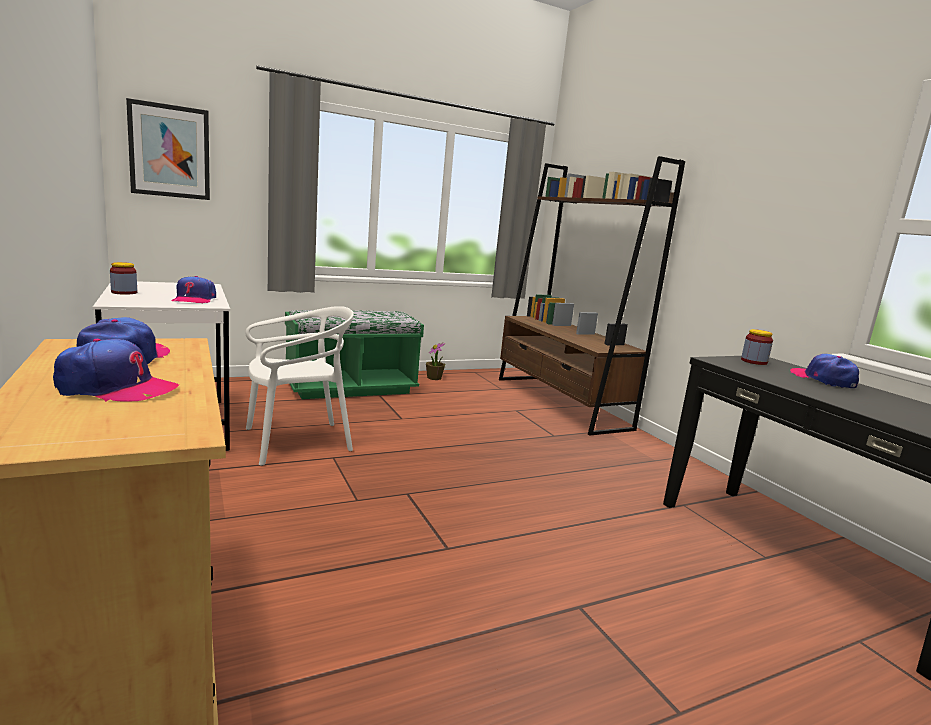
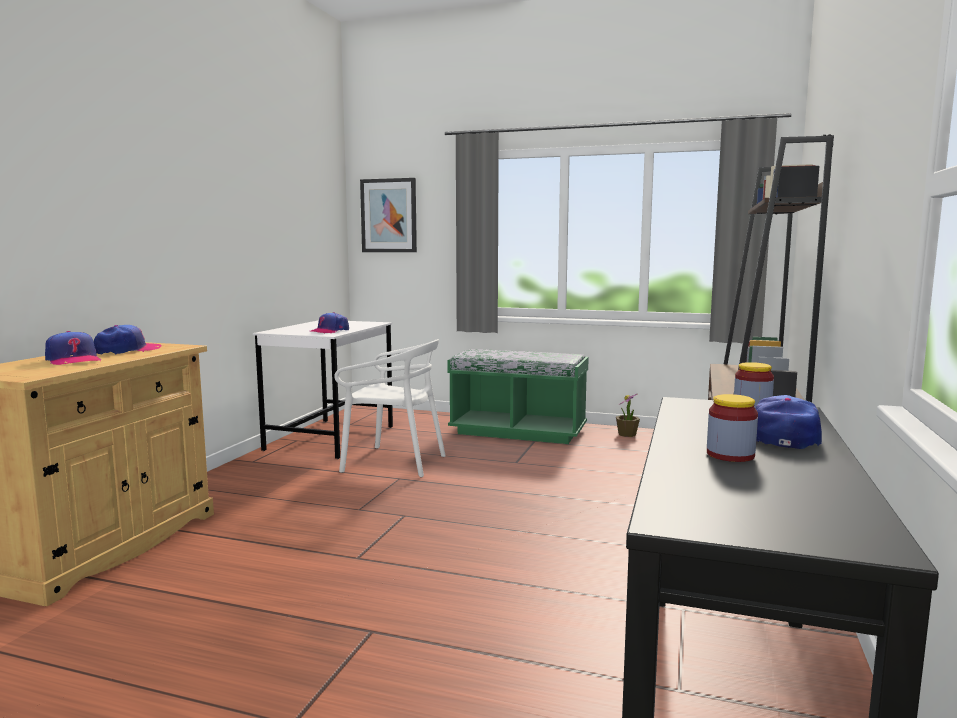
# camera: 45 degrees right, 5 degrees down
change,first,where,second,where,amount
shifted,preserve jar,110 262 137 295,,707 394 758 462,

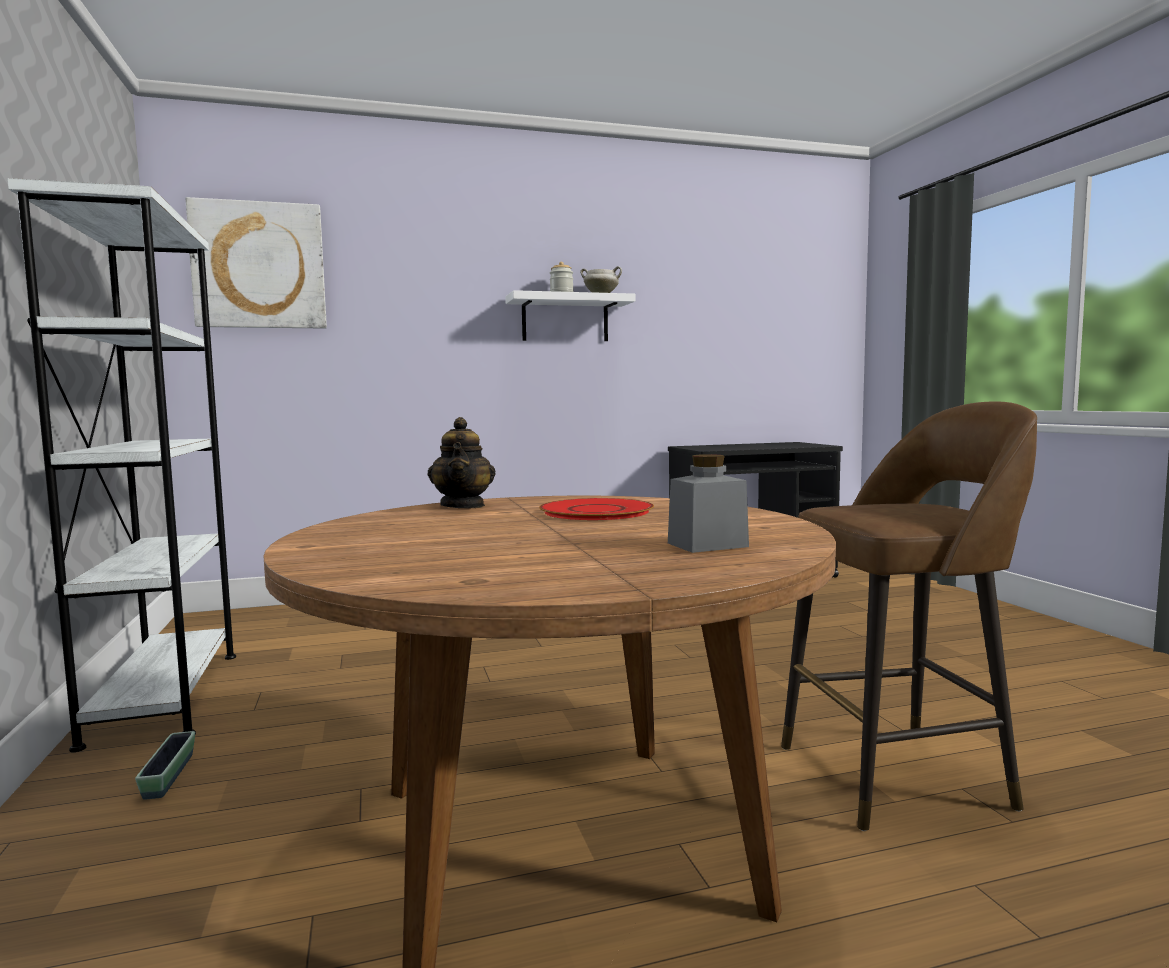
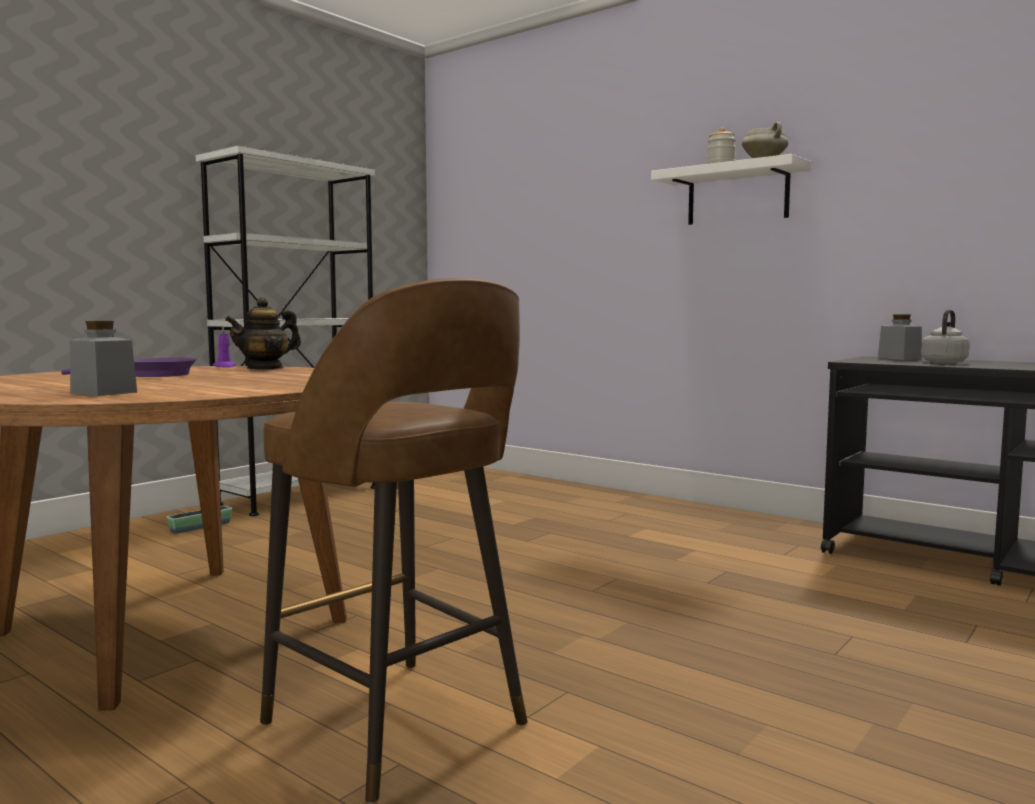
# camera: 55 degrees right, 0 degrees up
change,first,where,second,where,amount
gone,wall picture,185 197 327 329,,,
gone,flat dish (red),539 498 654 520,,,
new,,,water kettle (gray),921 310 970 364,
new,,,preserve jar (gray),878 314 922 360,
new,,,wax candle (purple-coloured),212 327 236 368,
new,,,skillet (purple-coloured),61 358 197 377,

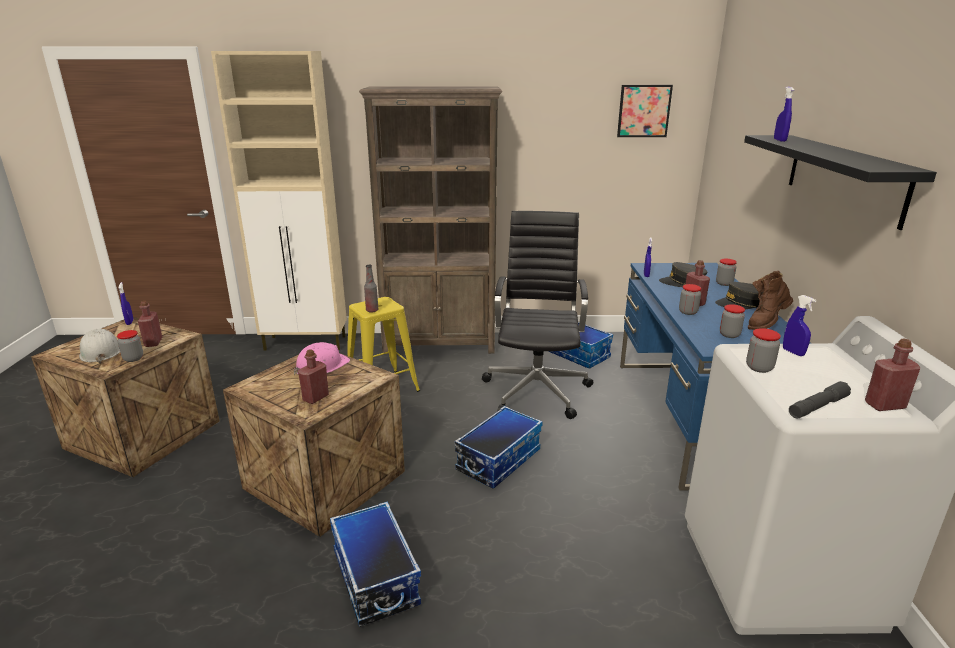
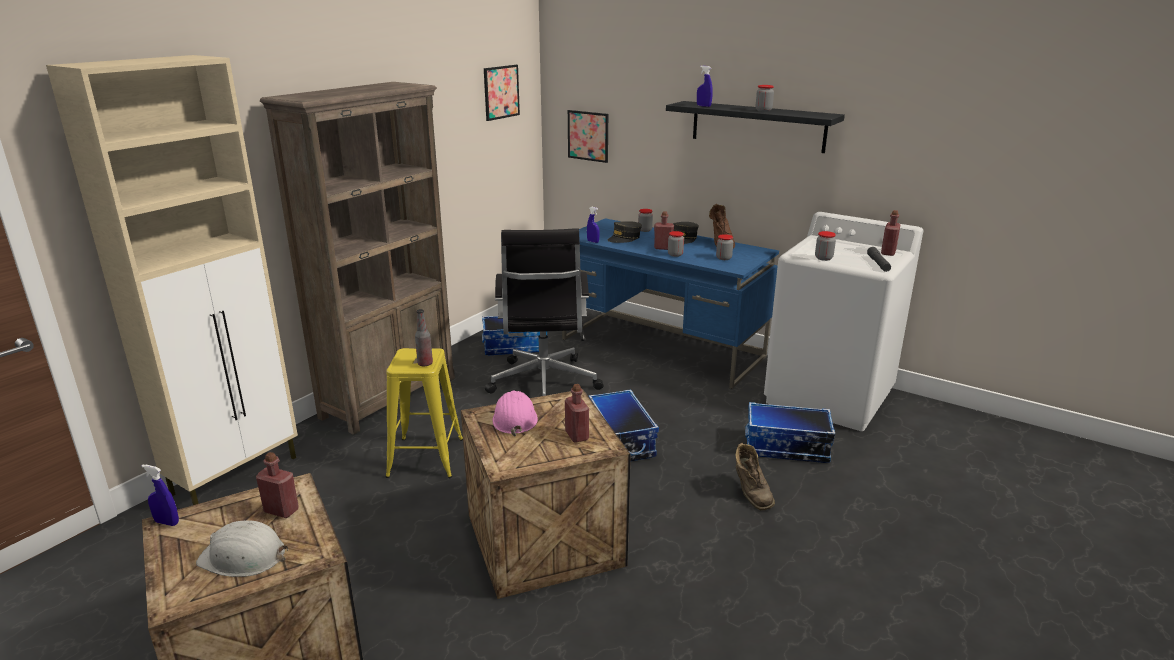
# camera: 55 degrees left, 0 degrees up
change,first,where,second,where,amount
rotated,desk chair (blackish),482 211 593 419,,485 229 603 396,135 degrees counterclockwise
gone,spray bottle (blue-coloured),783 295 816 356,,,
shifted,preserve jar,117 330 143 362,,756 85 774 112,
shifted,storage box,330 502 421 627,,745 402 835 463,
new,,,wall picture,568 110 608 163,
new,,,tall boot (brownish),735 443 775 510,

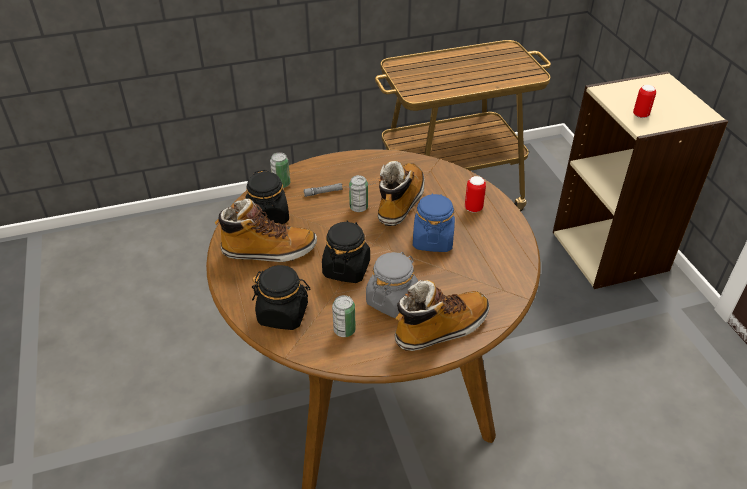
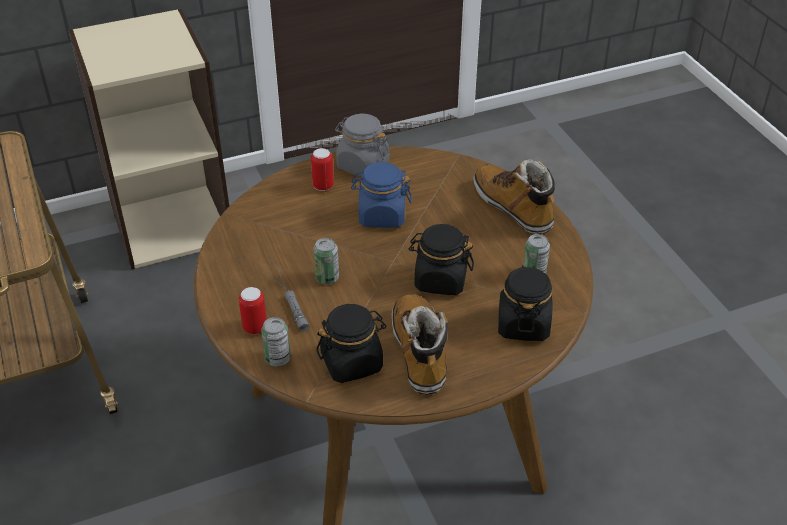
# camera: 95 degrees left, 0 degrees up
change,first,where,second,where,amount
shifted,metal can,633 85 656 118,,239 287 267 334,
gone,tall boot,378 161 424 226,,,
shifted,preserve jar (gray),366 252 418 318,,335 114 389 177,

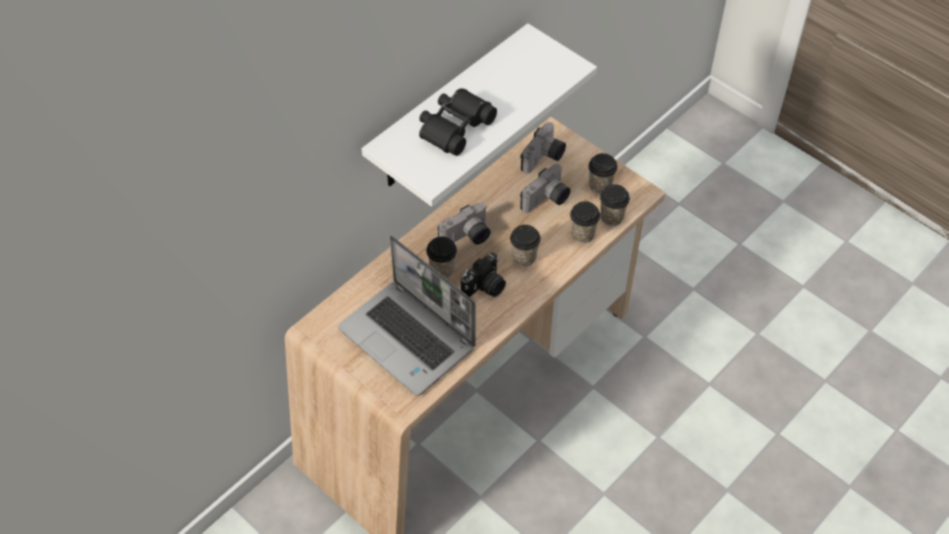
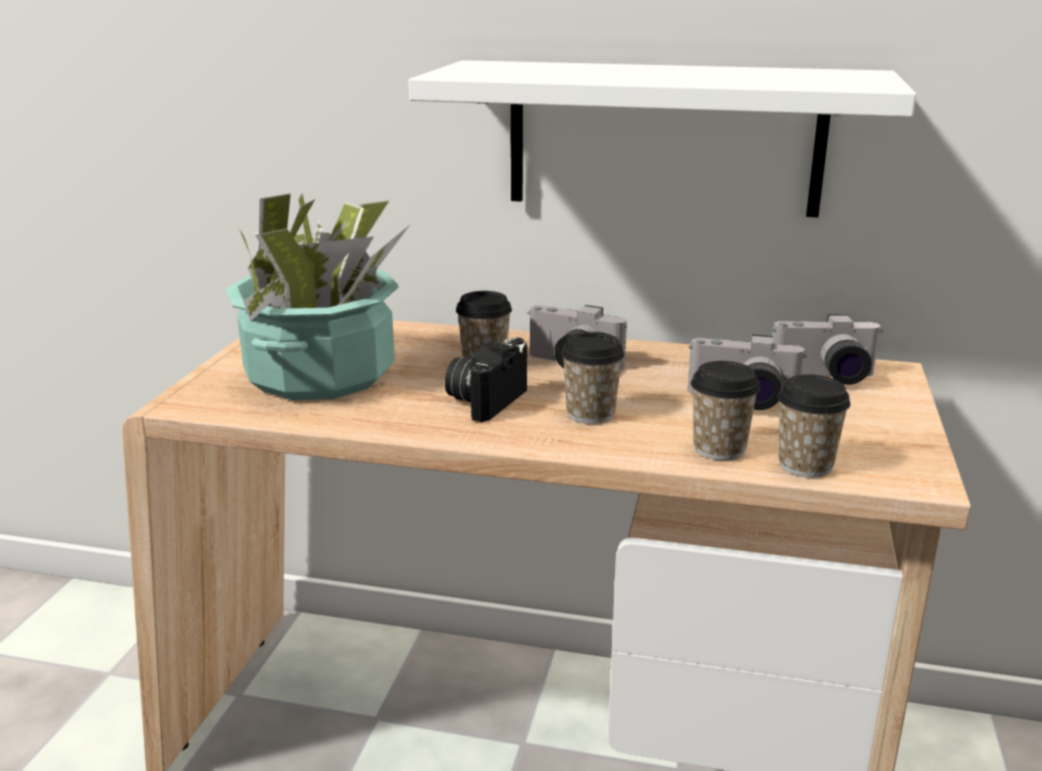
# camera: 60 degrees right, 30 degrees down
change,first,where,second,where,amount
gone,pair of binoculars (blackish),419 88 497 156,,,
gone,drinking cup,588 153 618 194,,,
swapped,laptop,338 235 475 396,houseplant,226 193 410 400,
rotated,still camera,461 252 506 297,,445 338 527 422,105 degrees clockwise

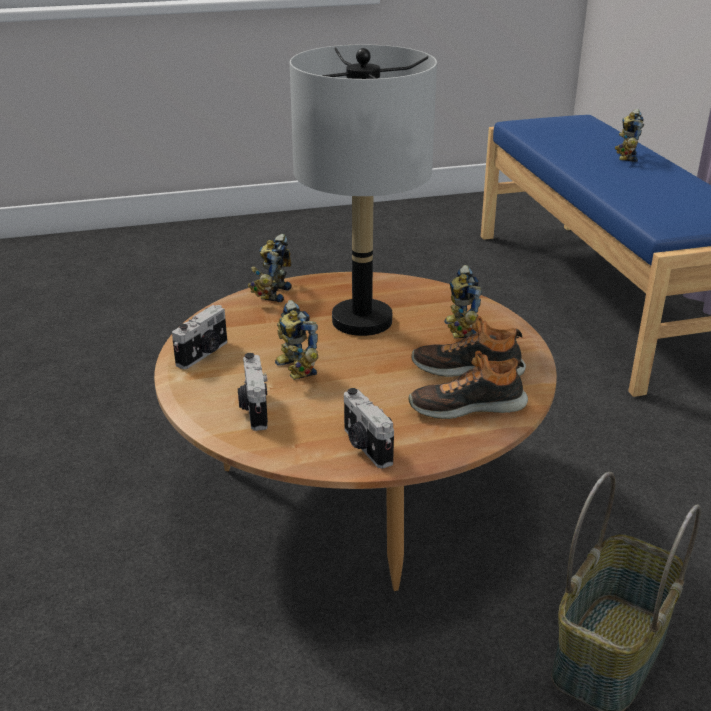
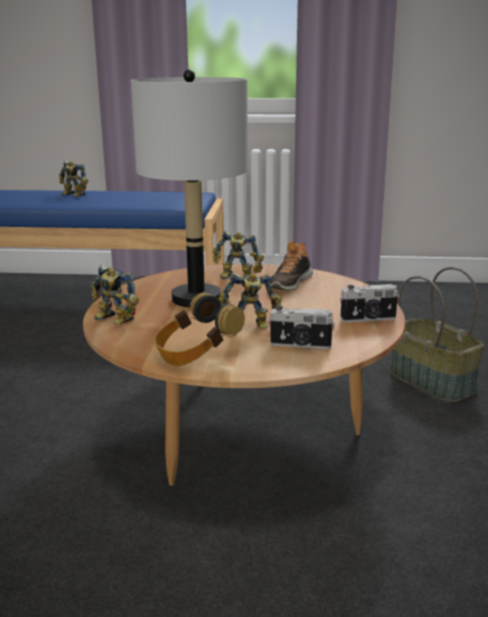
# camera: 70 degrees left, 10 degrees down
change,first,where,second,where,amount
swapped,still camera,172 305 227 369,pair of headphones,154 292 245 366,
gone,shoe,409 351 528 419,,,

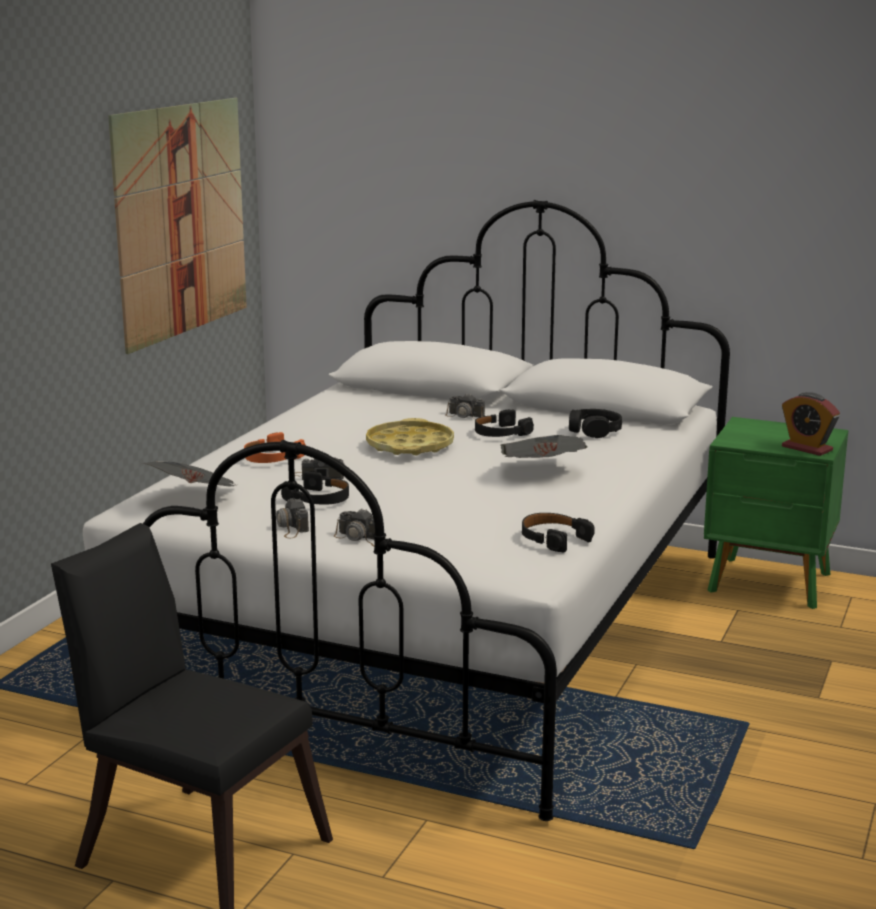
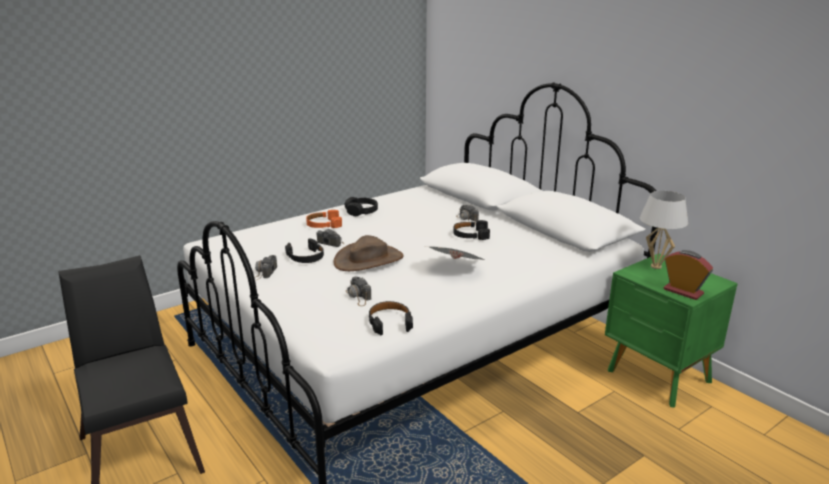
# camera: 30 degrees right, 5 degrees up
change,first,where,second,where,amount
gone,wall picture,108 98 247 354,,,
rotated,bedside clock,782 392 840 456,,663 250 713 300,150 degrees clockwise
shifted,pair of headphones (blackish),569 409 622 438,,345 197 378 216,
gone,serving tray (yellow),366 418 454 455,,,
gone,newspaper,142 461 237 486,,,
shifted,still camera,334 509 375 547,,346 276 372 306,
new,,,table lamp (white-coloured),640 191 688 269,
new,,,wearable hat (brownish),333 235 404 271,

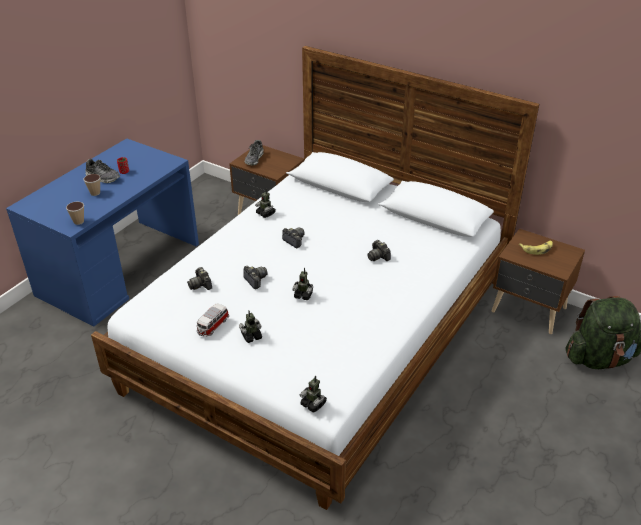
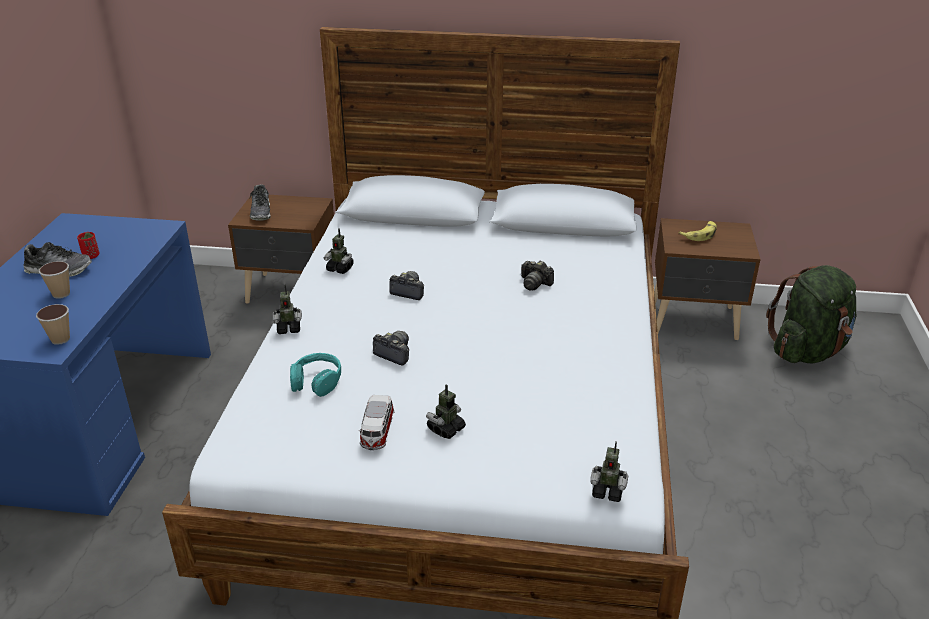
# camera: 25 degrees left, 5 degrees down
change,first,where,second,where,amount
swapped,still camera,187 267 212 290,pair of headphones (blue-green),290 353 341 397,
shifted,model robot,292 268 313 300,,273 284 302 334,

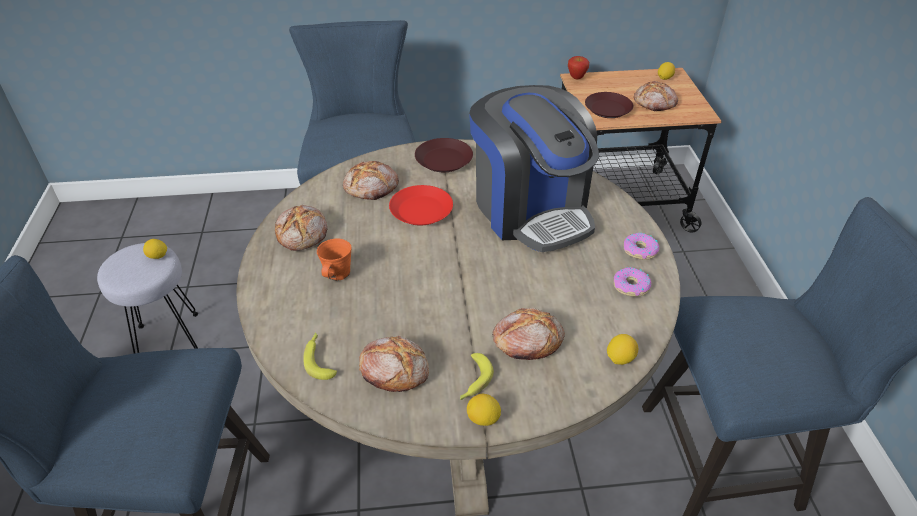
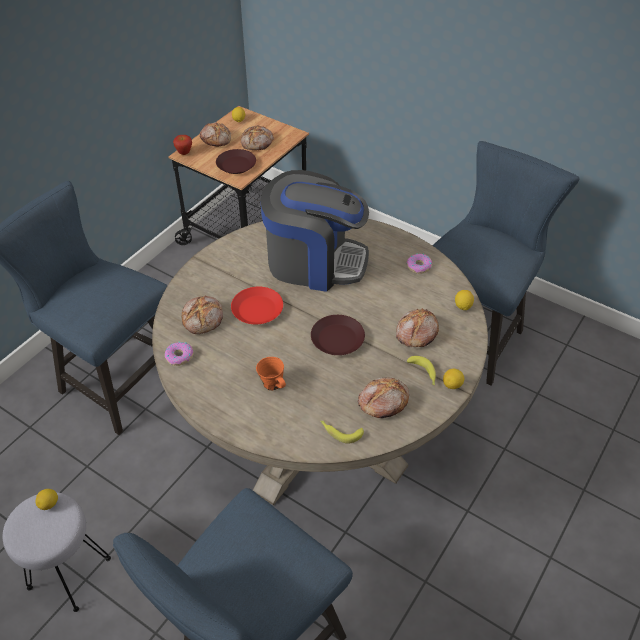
# camera: 50 degrees left, 5 degrees up
change,first,where,second,where,amount
shifted,flat dish (brownish),415 138 473 172,,311 315 365 355,
shifted,bread,275 205 327 251,,200 122 231 146,
shifted,donut,624 233 659 260,,165 342 193 366,

